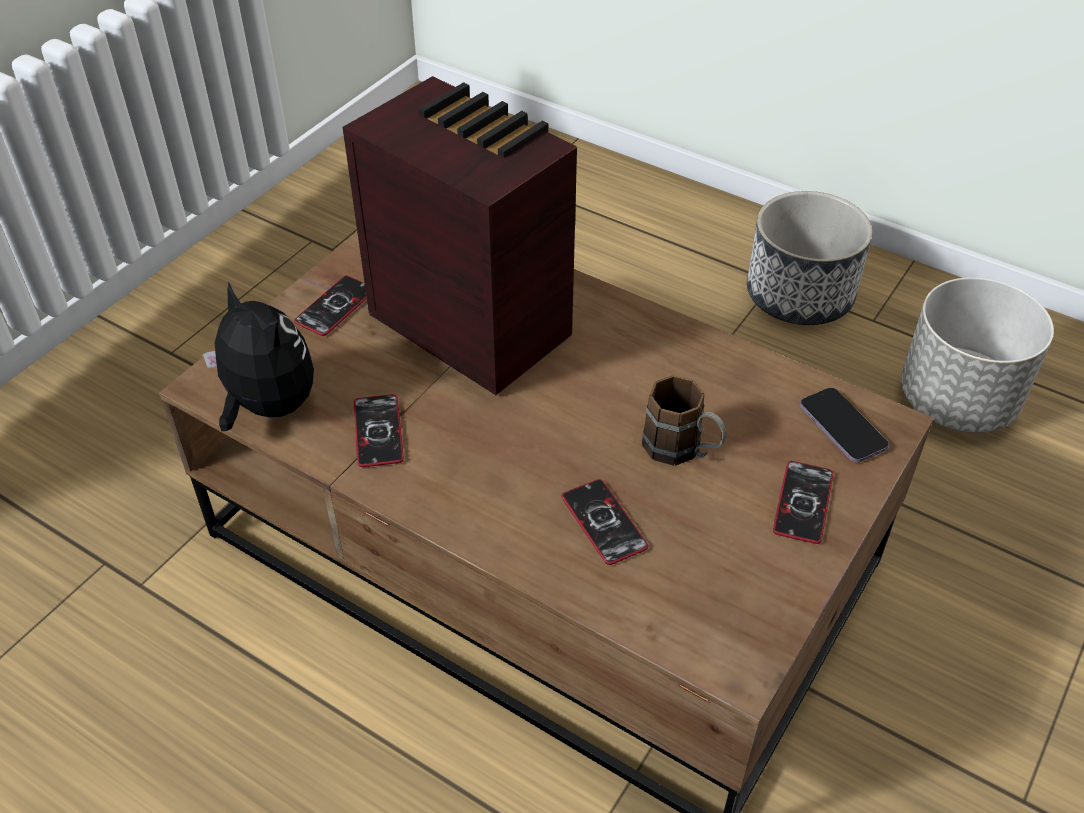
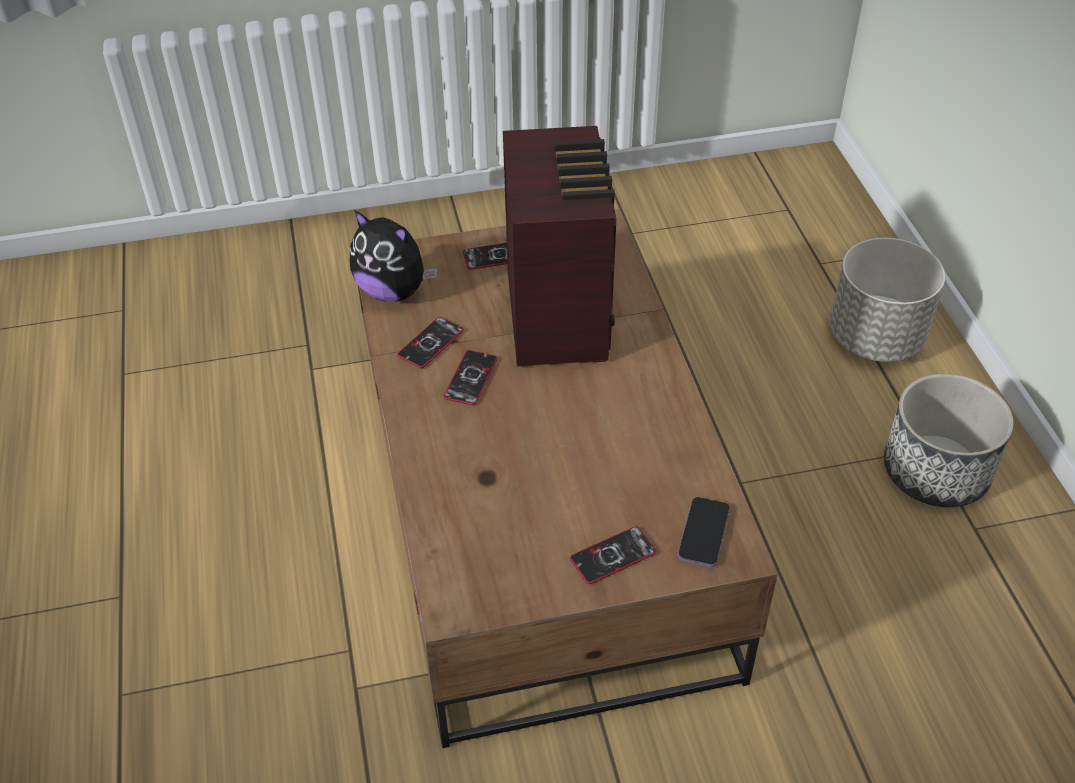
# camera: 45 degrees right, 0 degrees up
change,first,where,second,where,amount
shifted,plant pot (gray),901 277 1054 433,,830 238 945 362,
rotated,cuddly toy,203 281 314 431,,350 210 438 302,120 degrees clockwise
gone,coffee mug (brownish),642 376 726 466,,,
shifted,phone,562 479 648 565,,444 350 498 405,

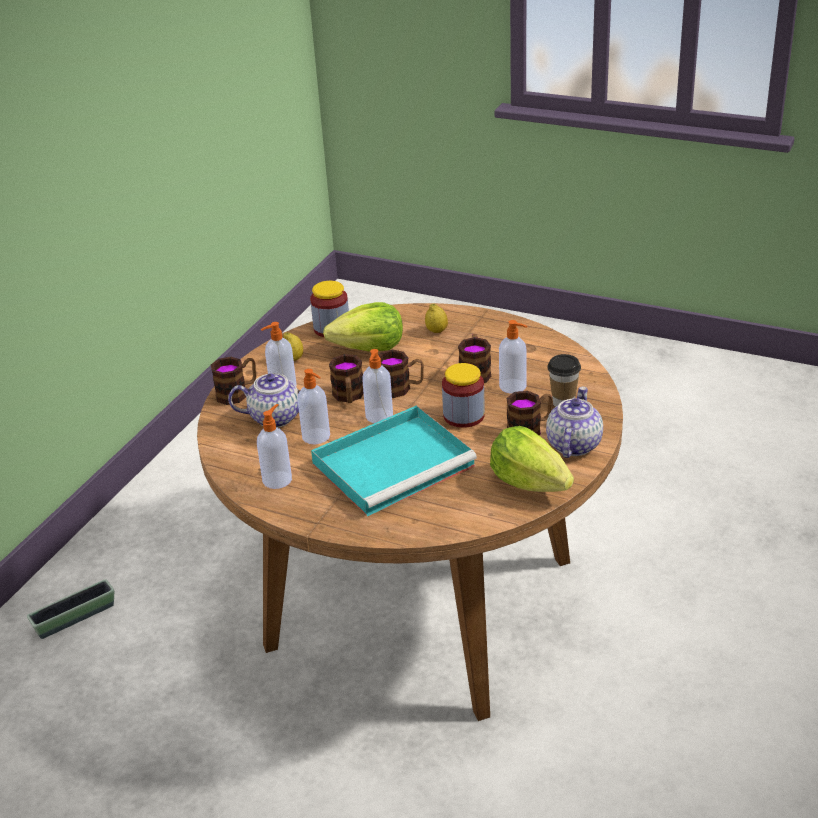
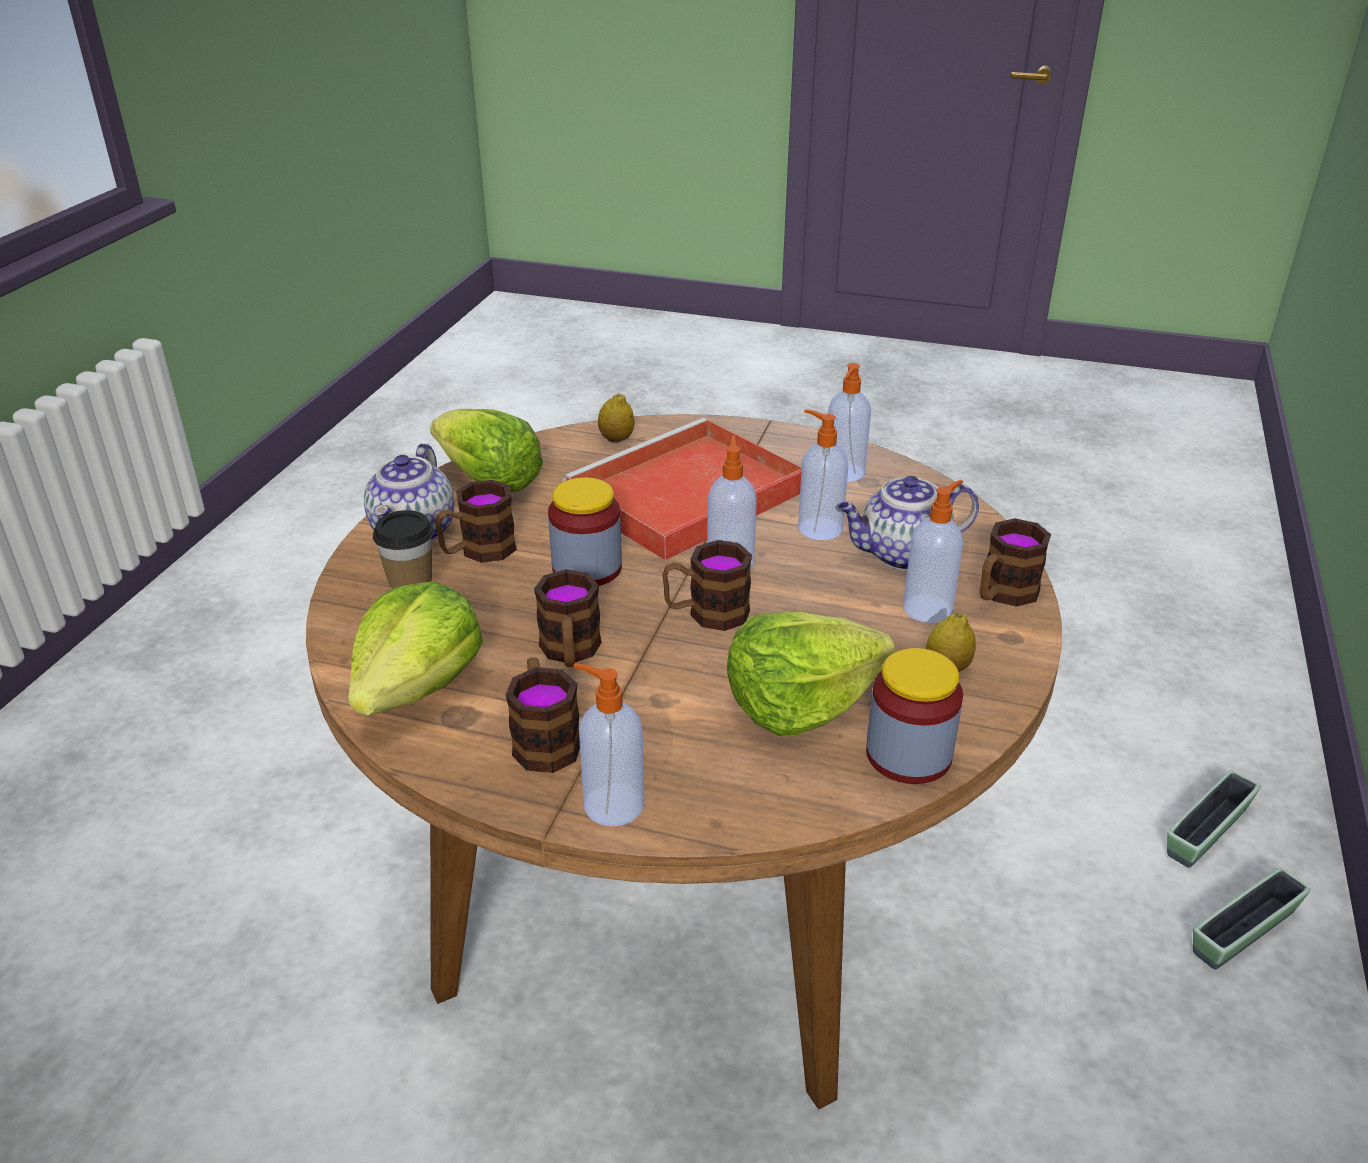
# camera: 170 degrees right, 0 degrees up
change,first,where,second,where,amount
shifted,lemon,425 303 448 333,,598 393 634 442,
shifted,soap dispenser,499 320 527 394,,573 663 645 827,
shifted,coffee mug,329 354 364 403,,506 657 580 773,
repainted,serving tray (blue-green),311 405 477 517,serving tray (red),563 418 802 561,
new,,,lettuce head,348 581 483 716,
new,,,plant pot,1193 868 1311 970,

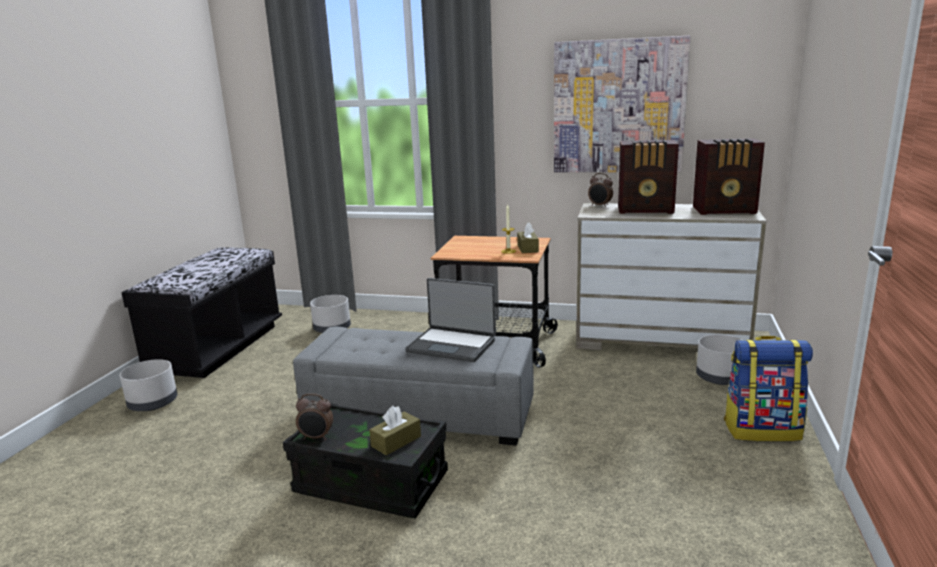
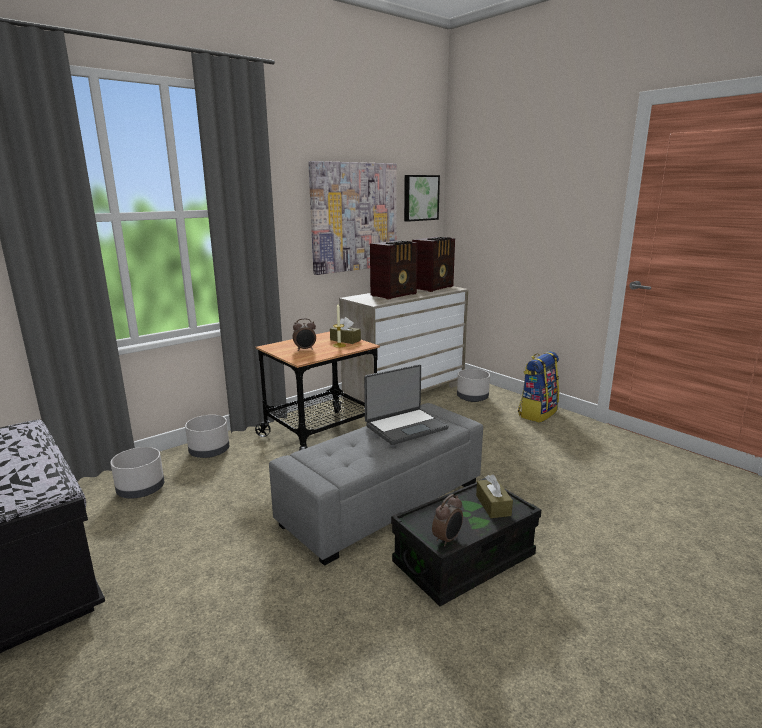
# camera: 55 degrees left, 0 degrees up
change,first,where,second,where,amount
shifted,bedside clock,588 173 613 207,,293 318 316 351,
shifted,plant pot (gray),120 359 177 411,,185 415 229 458,
new,,,wall picture,404 175 440 222,

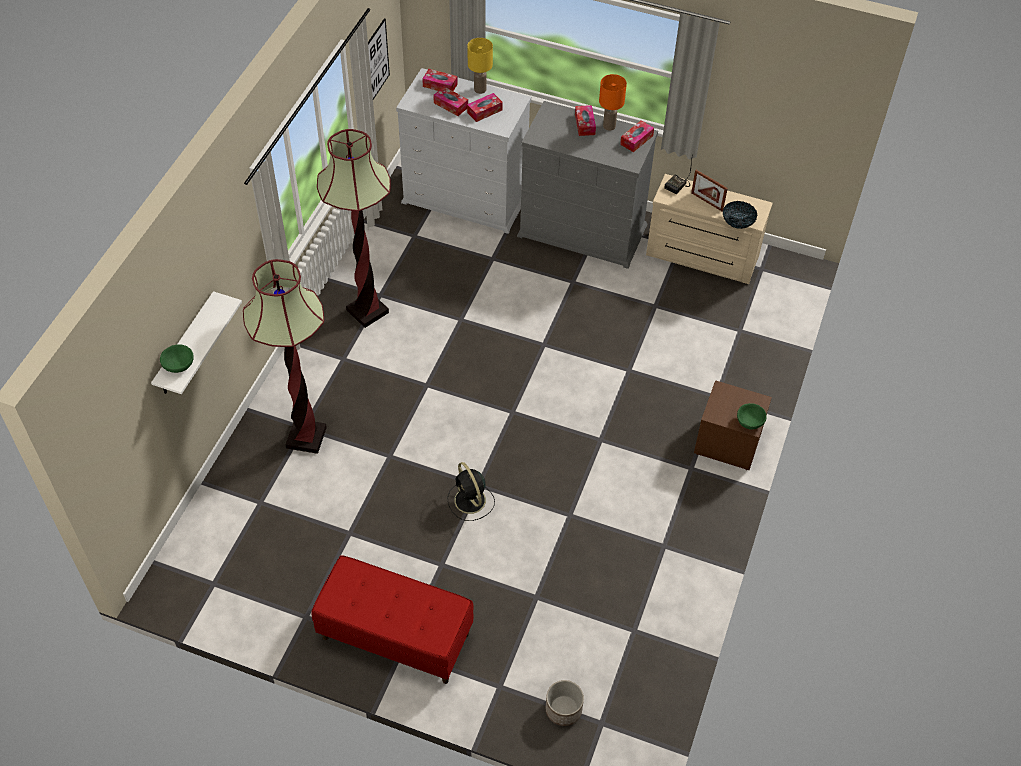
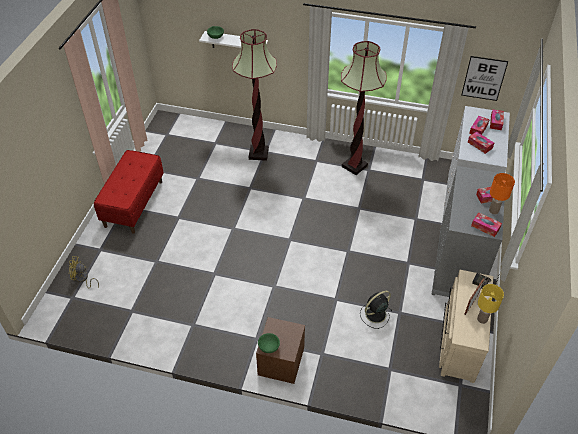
# camera: 85 degrees right, 5 degrees down
change,first,where,second,where,amount
shifted,table lamp (yellow),467 38 493 94,,477 284 504 324,
gone,bowl,723 201 757 229,,,
shifted,fan (blackish),447 462 495 521,,360 291 392 329,
swapped,plant pot,546 680 584 726,fan (yellow),69 256 99 289,

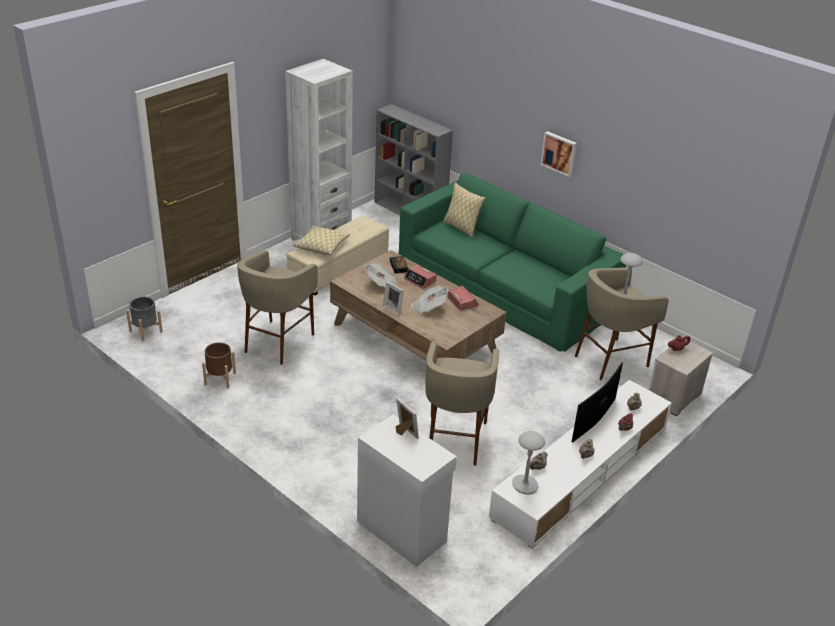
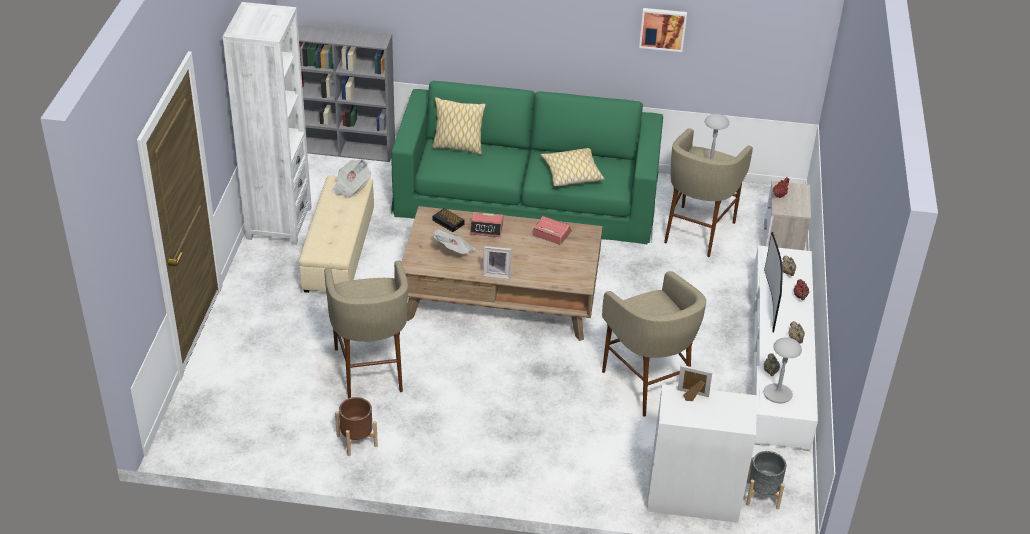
# camera: 35 degrees left, 5 degrees up
change,first,where,second,where,amount
shifted,wall picture,540 131 577 177,,639 8 687 52,
shifted,throw pillow,293 225 350 255,,541 148 605 186,
shifted,newspaper,411 285 449 314,,332 160 371 197,
shifted,plant pot (gray),126 297 163 341,,746 451 787 510,

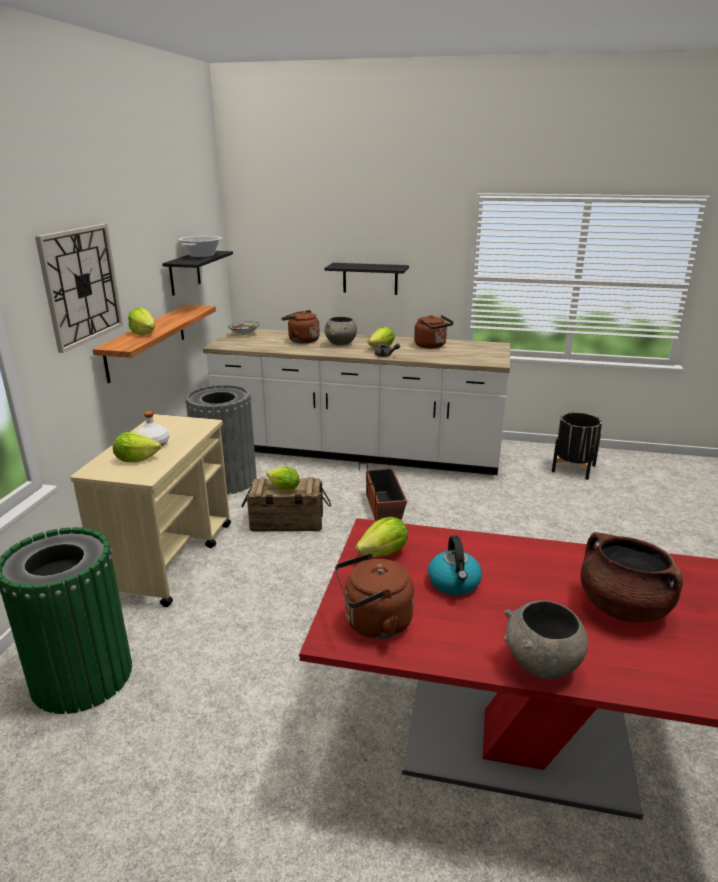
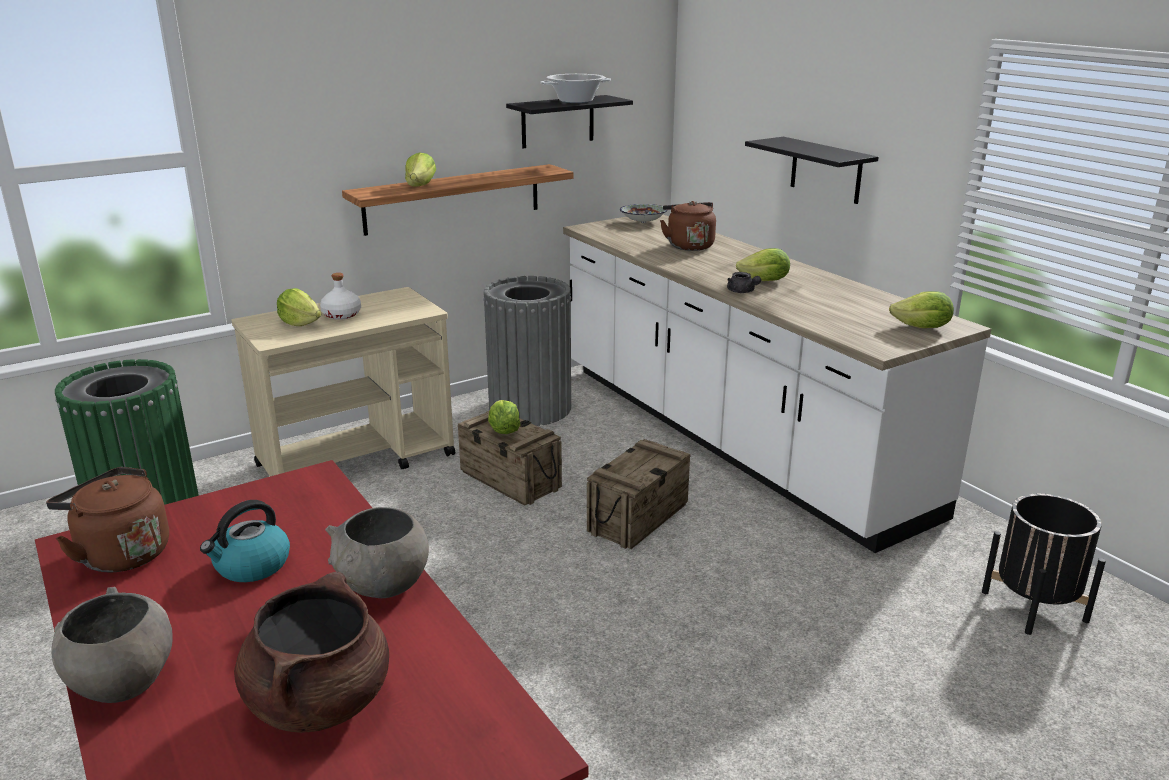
# camera: 45 degrees right, 0 degrees up
change,first,where,second,where,amount
gone,hanging clock,35 224 123 353,,,
gone,water kettle (brownish),414 315 454 348,,,
shifted,bowl (gray),324 317 357 346,,325 507 429 598,
swapped,plant pot,359 462 407 521,crate,587 439 691 549,
shifted,lettuce head,355 517 408 557,,889 291 954 328,

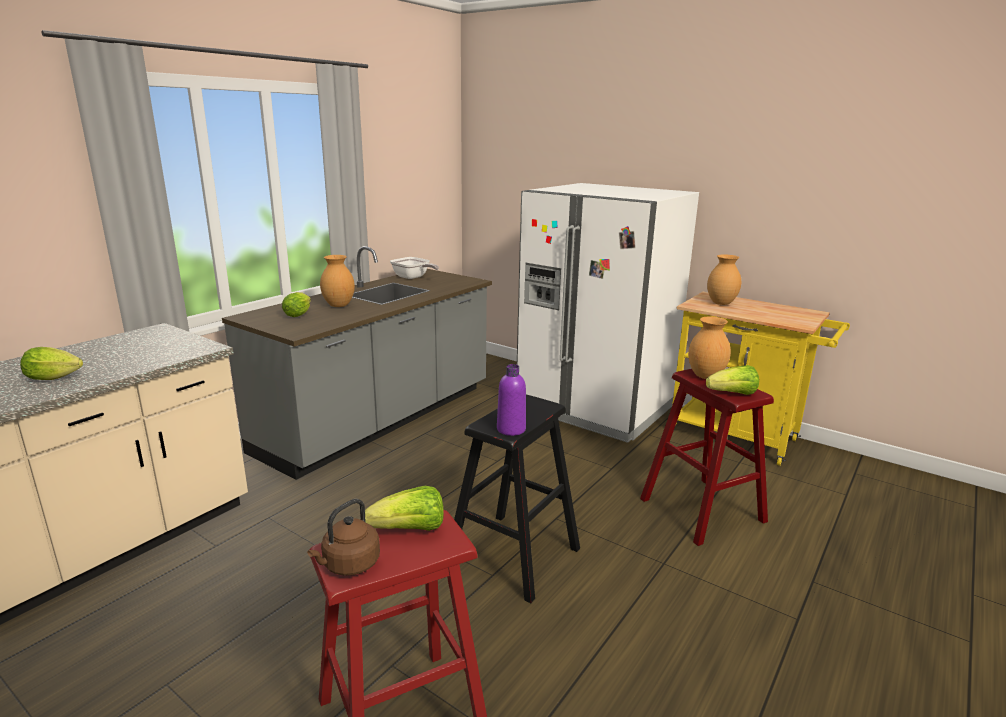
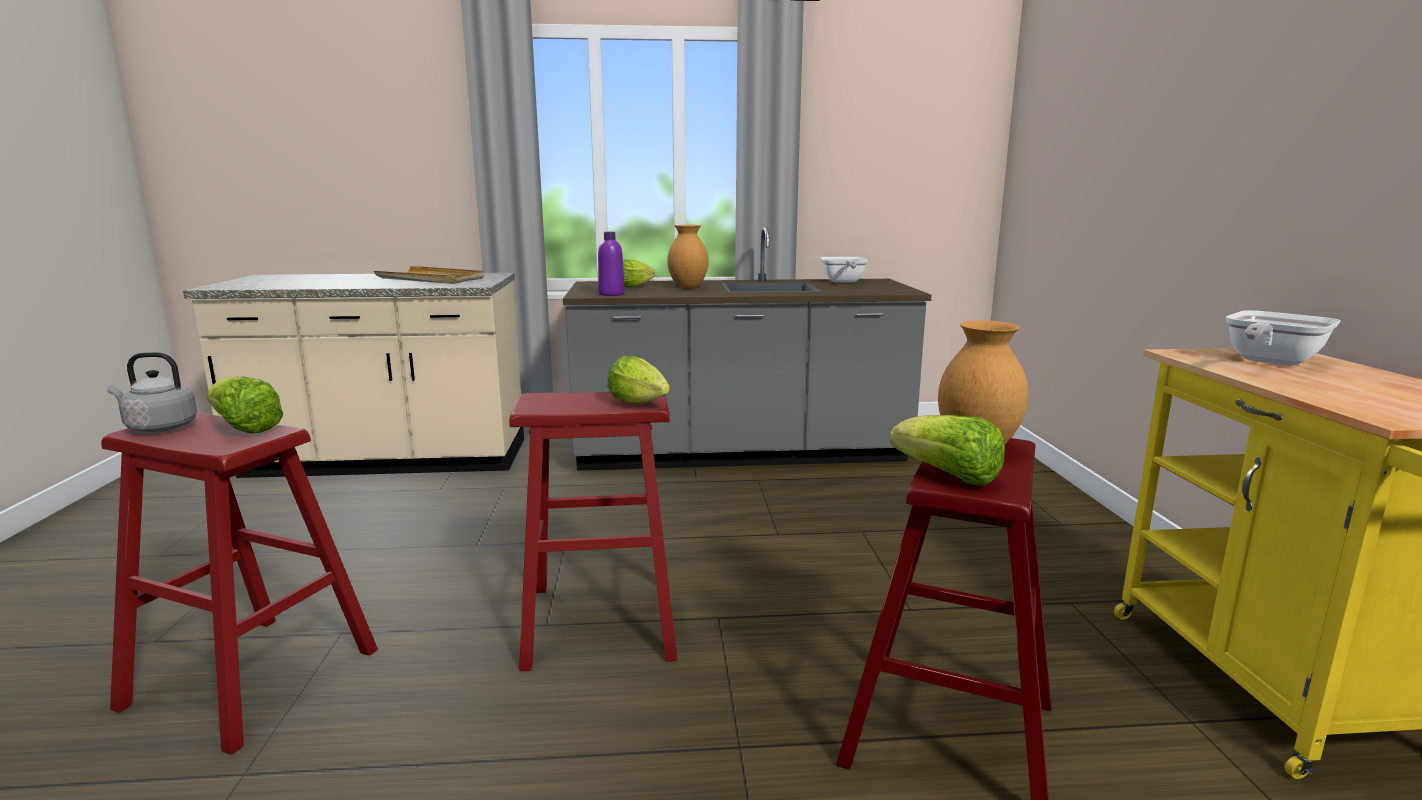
# camera: 50 degrees right, 5 degrees down
change,first,where,second,where,amount
gone,fridge (white-coloured),517 183 699 443,,,
swapped,decorative vase (brownish),707 254 741 305,skillet,1226 310 1341 366,
shifted,lettuce head,20 347 83 380,,607 356 670 404,
shifted,bottle (purple-coloured),497 364 526 436,,598 232 625 296,
repainted,stool seat (blackish),454 394 580 603,stool seat (red),509 392 677 671,
repainted,water kettle (brownish),307 499 380 576,water kettle (gray),107 352 197 432,
new,,,serving tray (beige-coloured),374 266 484 284,

